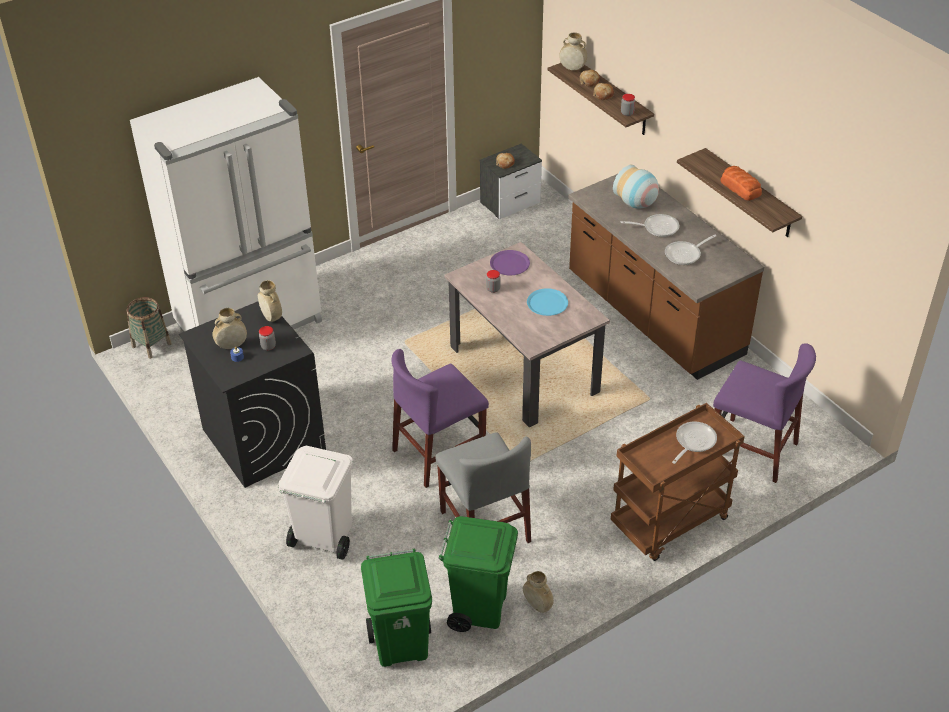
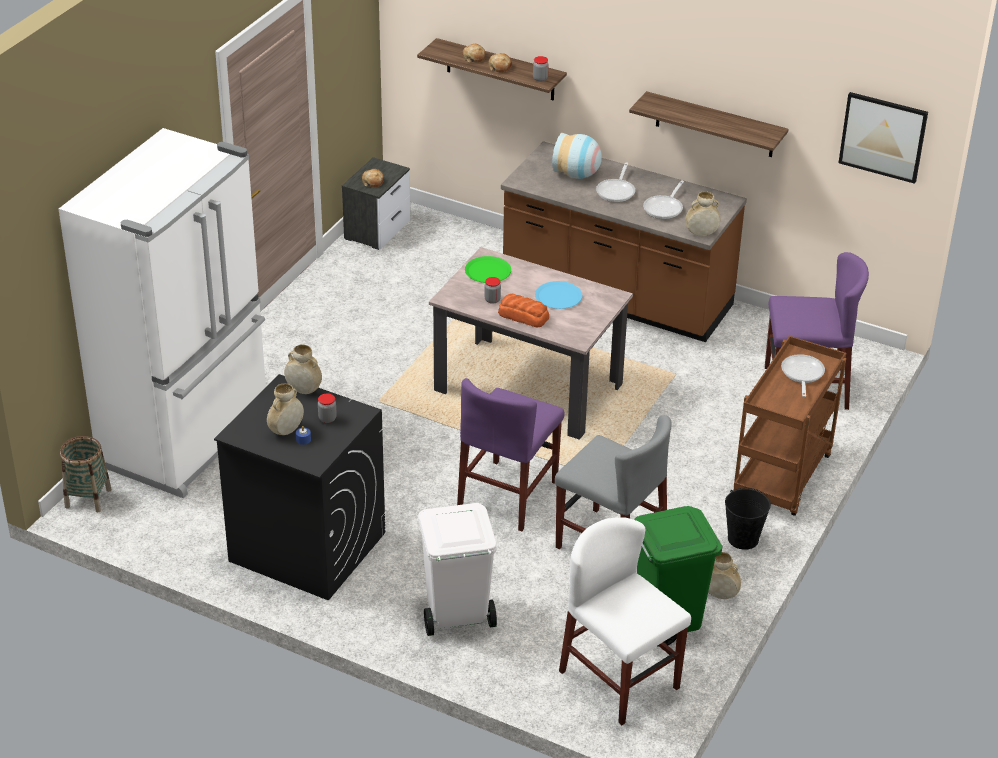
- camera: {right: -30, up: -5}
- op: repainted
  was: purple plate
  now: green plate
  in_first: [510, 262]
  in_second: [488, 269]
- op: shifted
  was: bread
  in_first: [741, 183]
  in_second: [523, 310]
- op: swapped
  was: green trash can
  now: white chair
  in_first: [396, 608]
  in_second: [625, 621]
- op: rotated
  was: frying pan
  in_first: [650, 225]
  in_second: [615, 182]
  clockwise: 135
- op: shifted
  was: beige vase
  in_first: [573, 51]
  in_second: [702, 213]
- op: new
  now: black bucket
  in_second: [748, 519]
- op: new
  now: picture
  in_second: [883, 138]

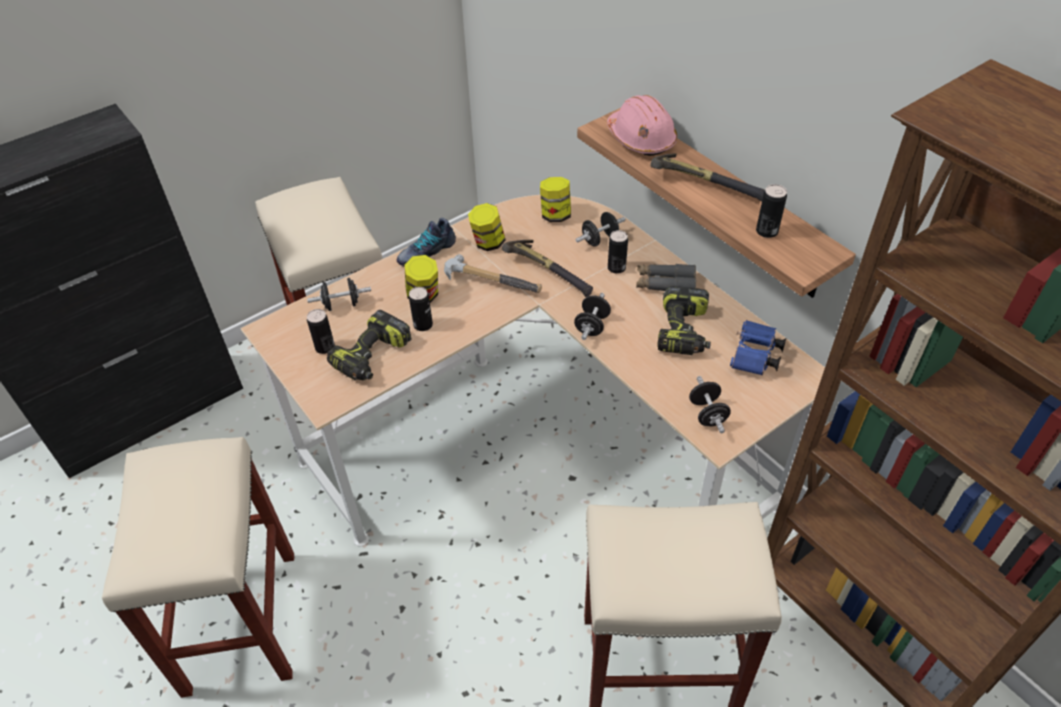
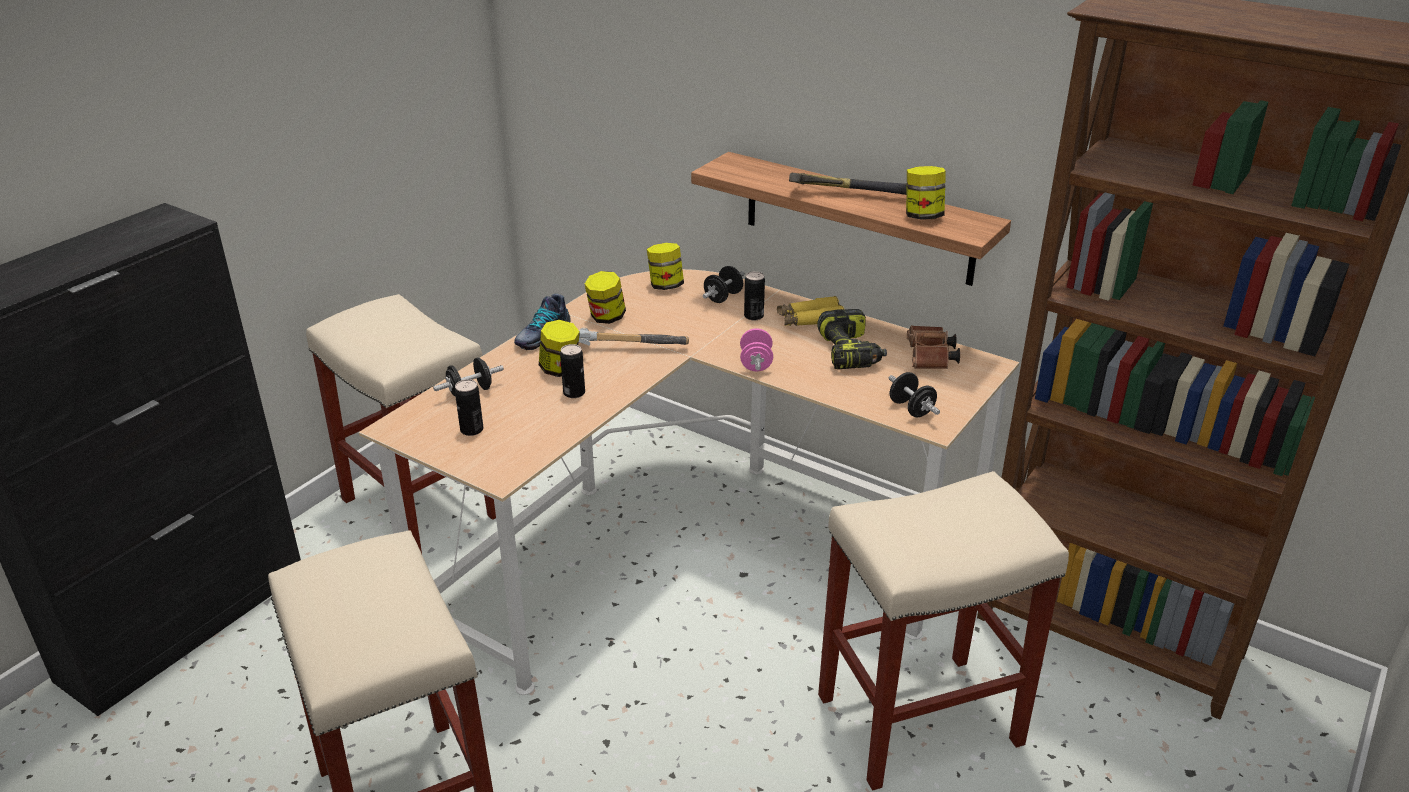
- camera: {right: -20, up: -15}
- op: repainted
  was: black dumbbell
  now: pink dumbbell
  in_first: [592, 316]
  in_second: [756, 349]
- op: repainted
  was: grey binoculars
  now: yellow binoculars
  in_first: [666, 277]
  in_second: [811, 311]
- op: swapped
  was: can
  now: jar
  in_first: [771, 211]
  in_second: [926, 193]
- op: repainted
  was: blue binoculars
  now: brown binoculars
  in_first: [758, 348]
  in_second: [933, 347]
- op: gone
  was: power drill
  in_first: [369, 345]
- op: gone
  was: hammer
  in_first: [547, 268]
- op: gone
  was: pink hard hat
  in_first: [642, 125]

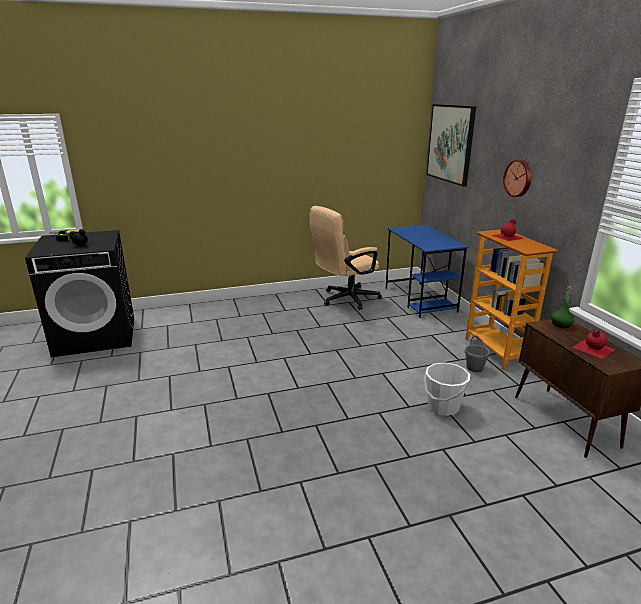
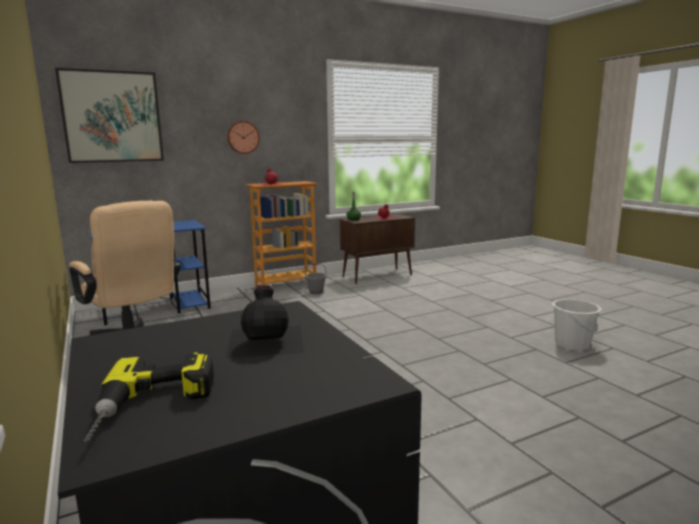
- camera: {right: -100, up: -10}
- op: shifted
  was: white bucket
  in_first: [447, 389]
  in_second: [576, 324]

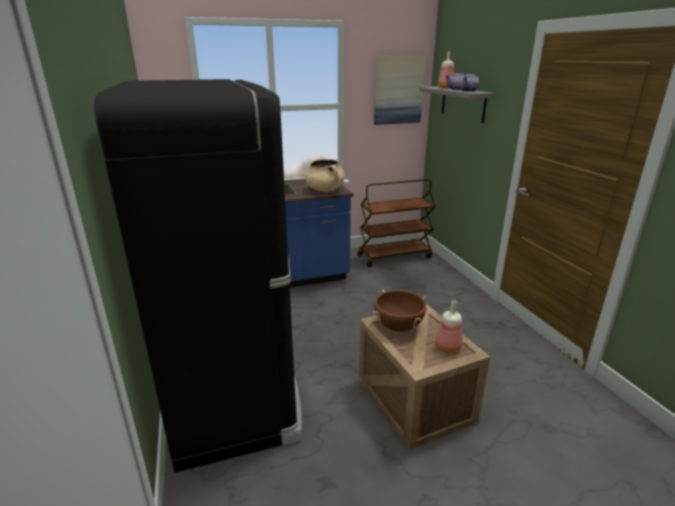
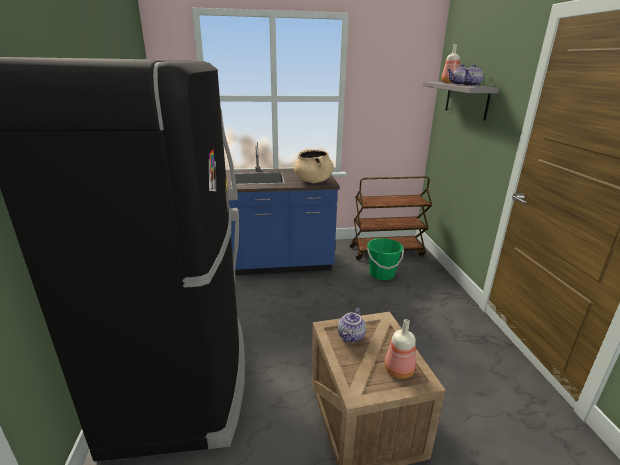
- camera: {right: 10, up: 0}
- op: swapped
  was: brown cooking pot
  now: teapot
  in_first: [400, 311]
  in_second: [352, 325]
- op: new
  now: green bucket
  in_second: [385, 259]
- op: gone
  was: picture
  in_first: [400, 90]

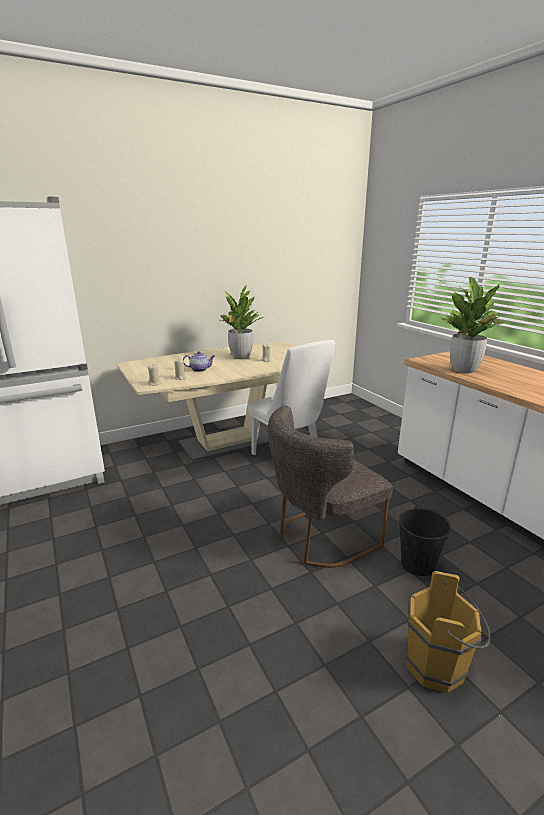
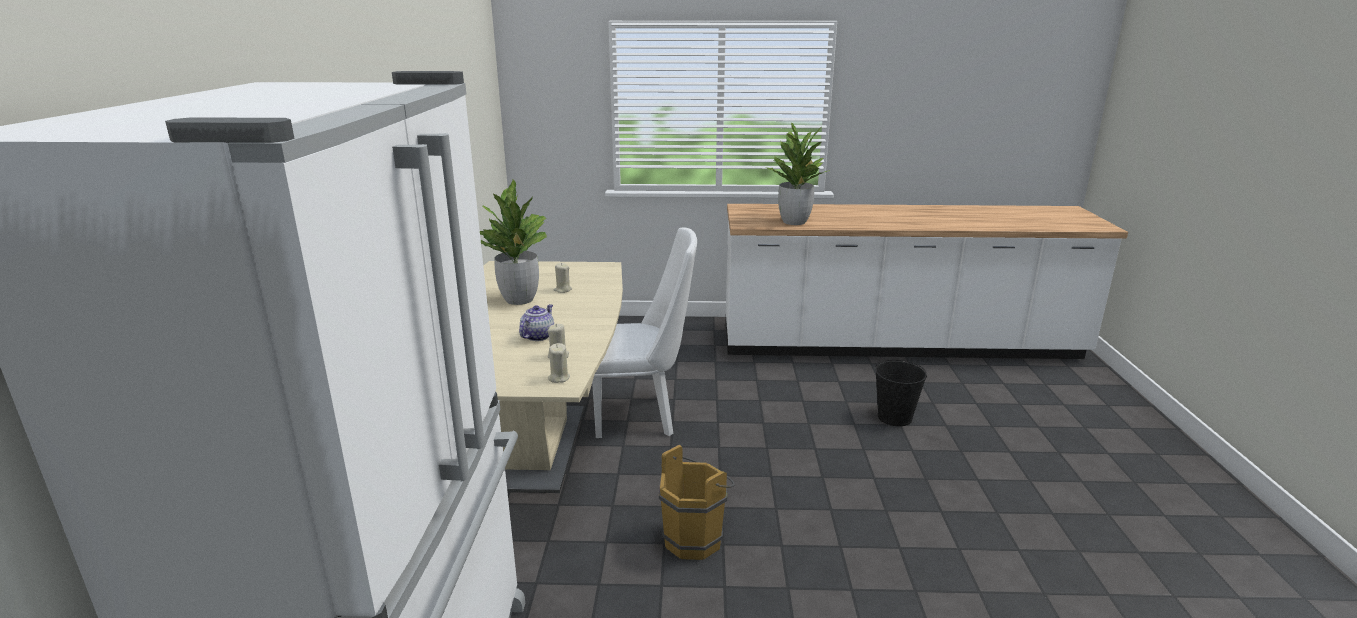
- camera: {right: -60, up: 0}
- op: shifted
  was: brown bucket
  in_first: [448, 632]
  in_second: [697, 502]
- op: gone
  was: grey chair
  in_first: [330, 487]

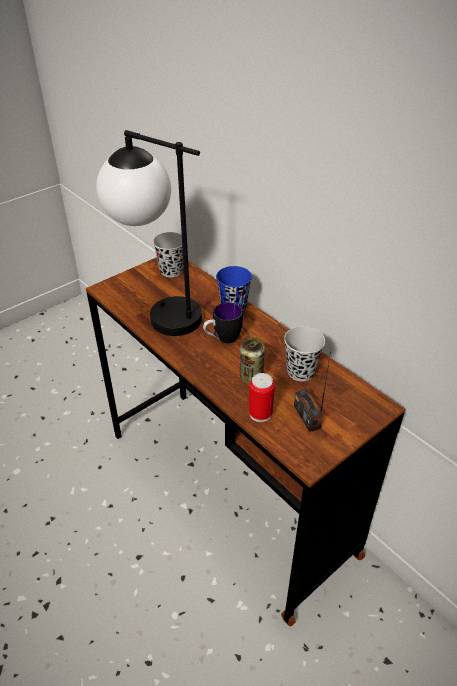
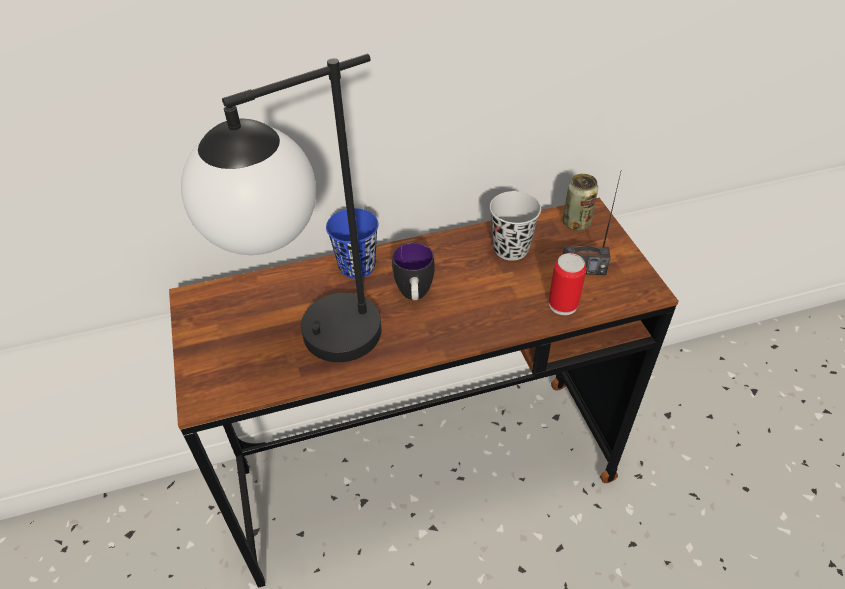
- camera: {right: -65, up: 5}
- op: shifted
  was: can
  in_first: [252, 360]
  in_second: [580, 202]
- op: gone
  was: black cup
  in_first: [168, 254]

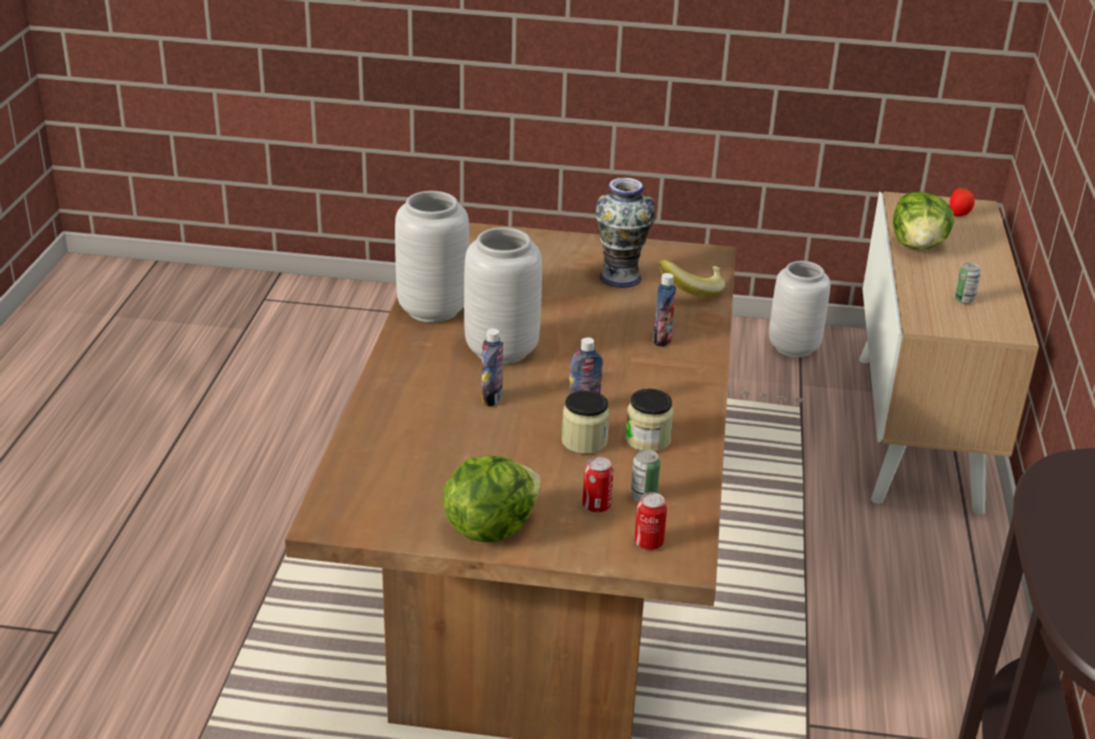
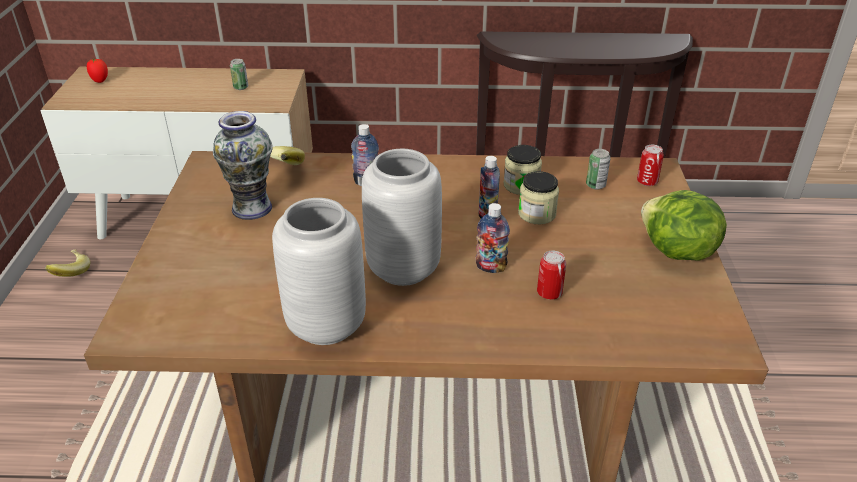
- camera: {right: -95, up: 5}
- op: swapped
  was: grey vase
  now: banana
  in_first: [799, 309]
  in_second: [67, 263]
- op: shifted
  was: can
  in_first: [598, 484]
  in_second: [551, 275]
- op: gone
  was: lettuce
  in_first: [923, 220]

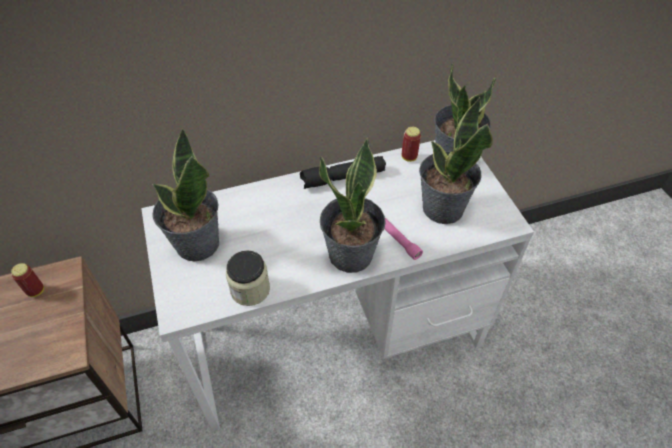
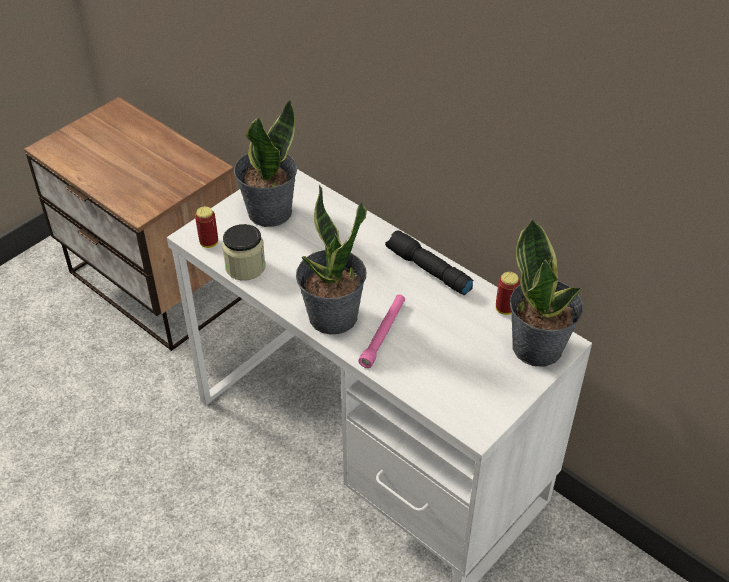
- camera: {right: 60, up: -5}
- op: shifted
  was: can
  in_first: [27, 280]
  in_second: [206, 227]
- op: gone
  was: potted plant
  in_first: [456, 160]

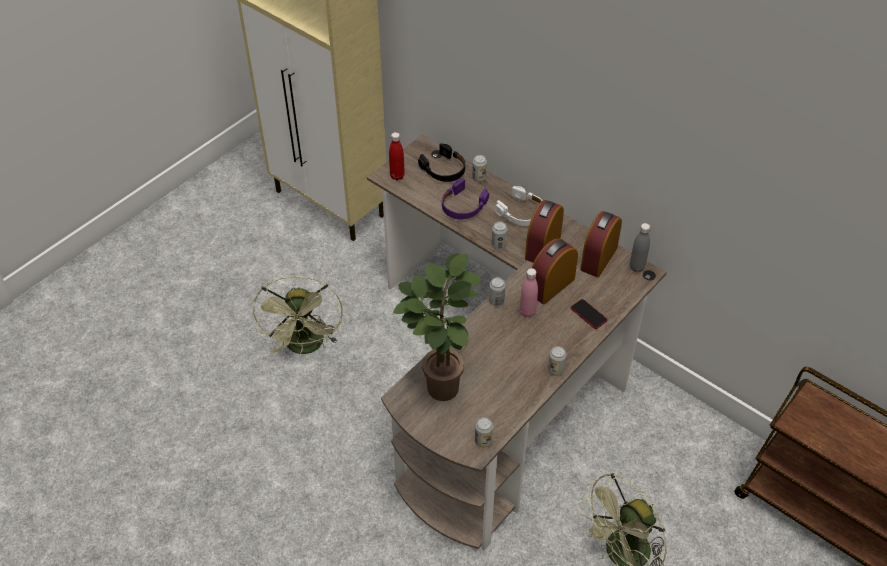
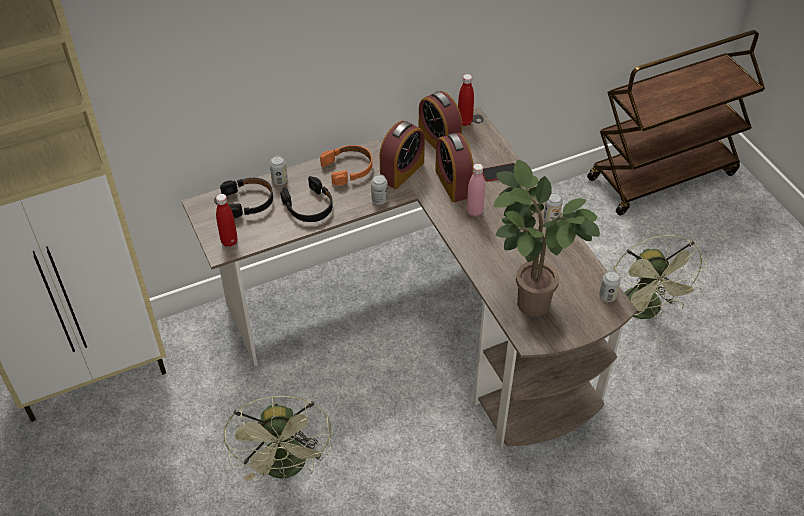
- camera: {right: -65, up: 0}
- op: rotated
  was: green fan
  in_first: [298, 315]
  in_second: [278, 439]
  clockwise: 60
- op: repainted
  was: purple headphones
  now: black headphones
  in_first: [465, 199]
  in_second: [306, 199]
- op: repainted
  was: white headphones
  now: orange headphones
  in_first: [518, 206]
  in_second: [346, 165]
- op: rotated
  was: alarm clock
  in_first: [544, 231]
  in_second: [402, 155]
  clockwise: -105
- op: repainted
  was: grey bottle
  now: red bottle
  in_first: [640, 247]
  in_second: [466, 100]
- op: gone
  was: can
  in_first: [497, 291]

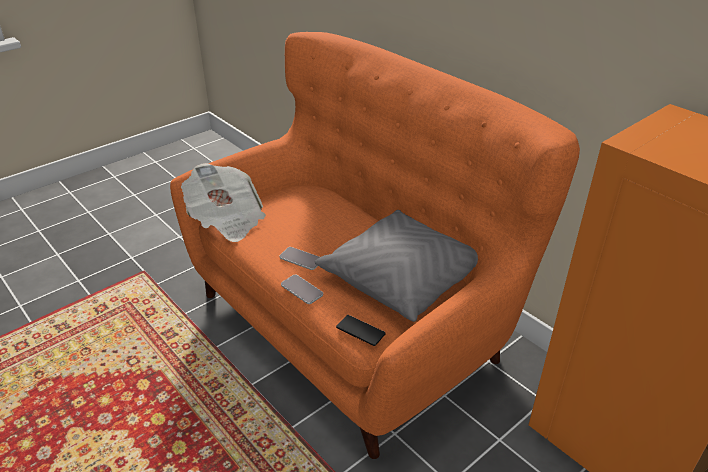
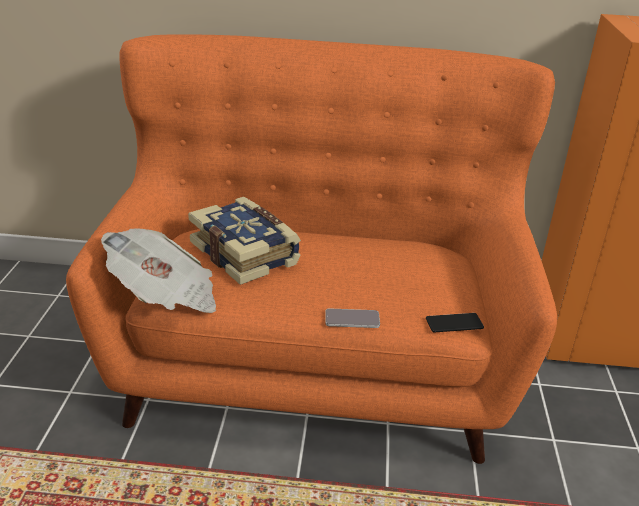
- camera: {right: -45, up: -5}
- op: new
  now: book
  in_second: [244, 241]
- op: gone
  was: phone
  in_first: [299, 258]
- op: gone
  was: grey pillow
  in_first: [396, 266]

